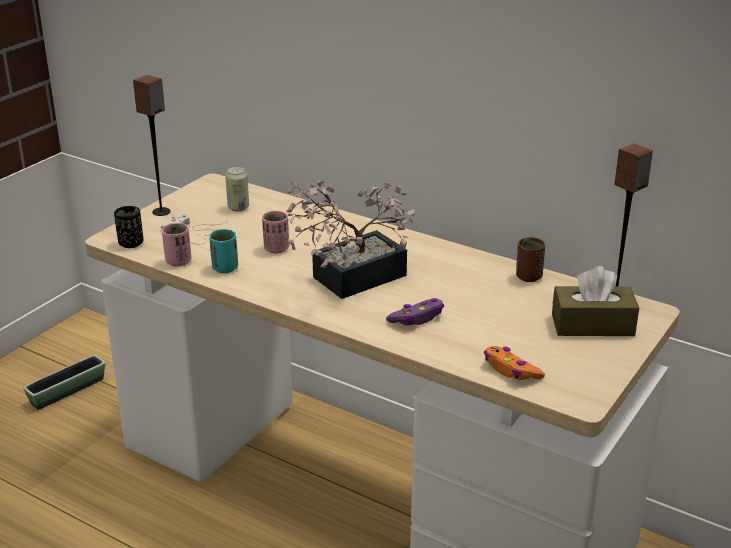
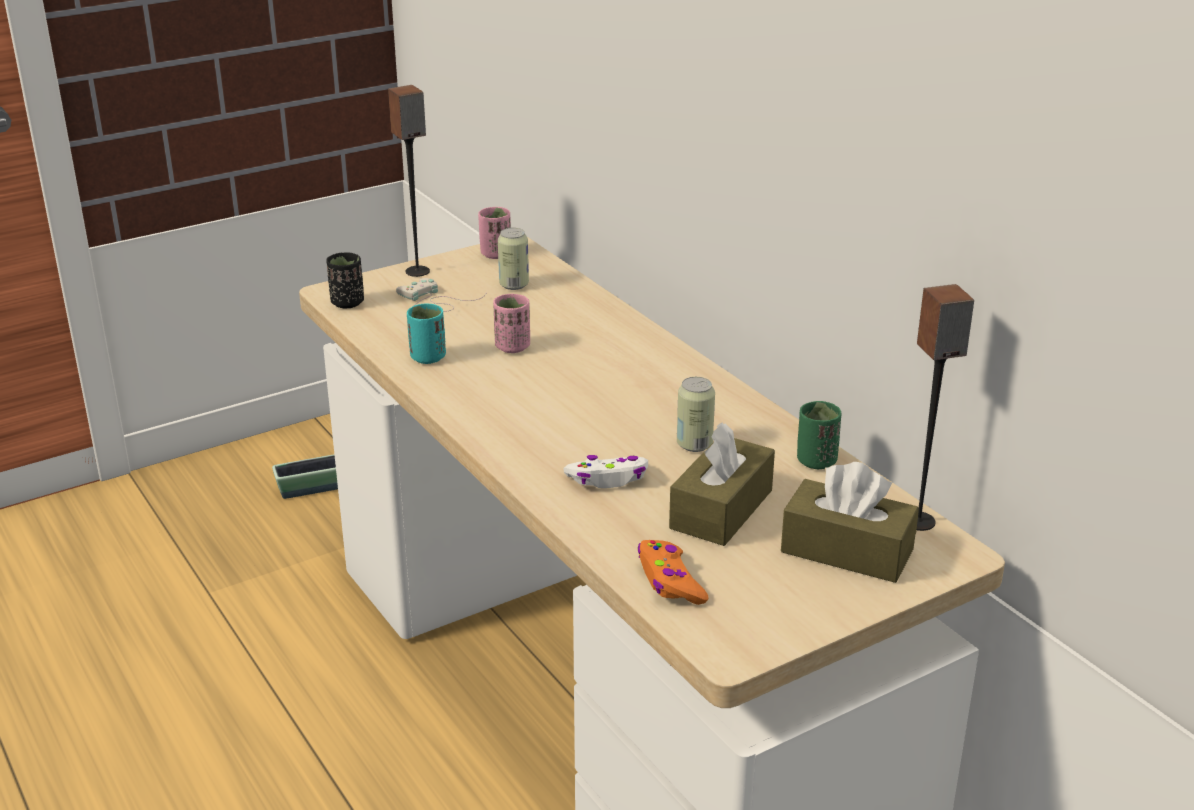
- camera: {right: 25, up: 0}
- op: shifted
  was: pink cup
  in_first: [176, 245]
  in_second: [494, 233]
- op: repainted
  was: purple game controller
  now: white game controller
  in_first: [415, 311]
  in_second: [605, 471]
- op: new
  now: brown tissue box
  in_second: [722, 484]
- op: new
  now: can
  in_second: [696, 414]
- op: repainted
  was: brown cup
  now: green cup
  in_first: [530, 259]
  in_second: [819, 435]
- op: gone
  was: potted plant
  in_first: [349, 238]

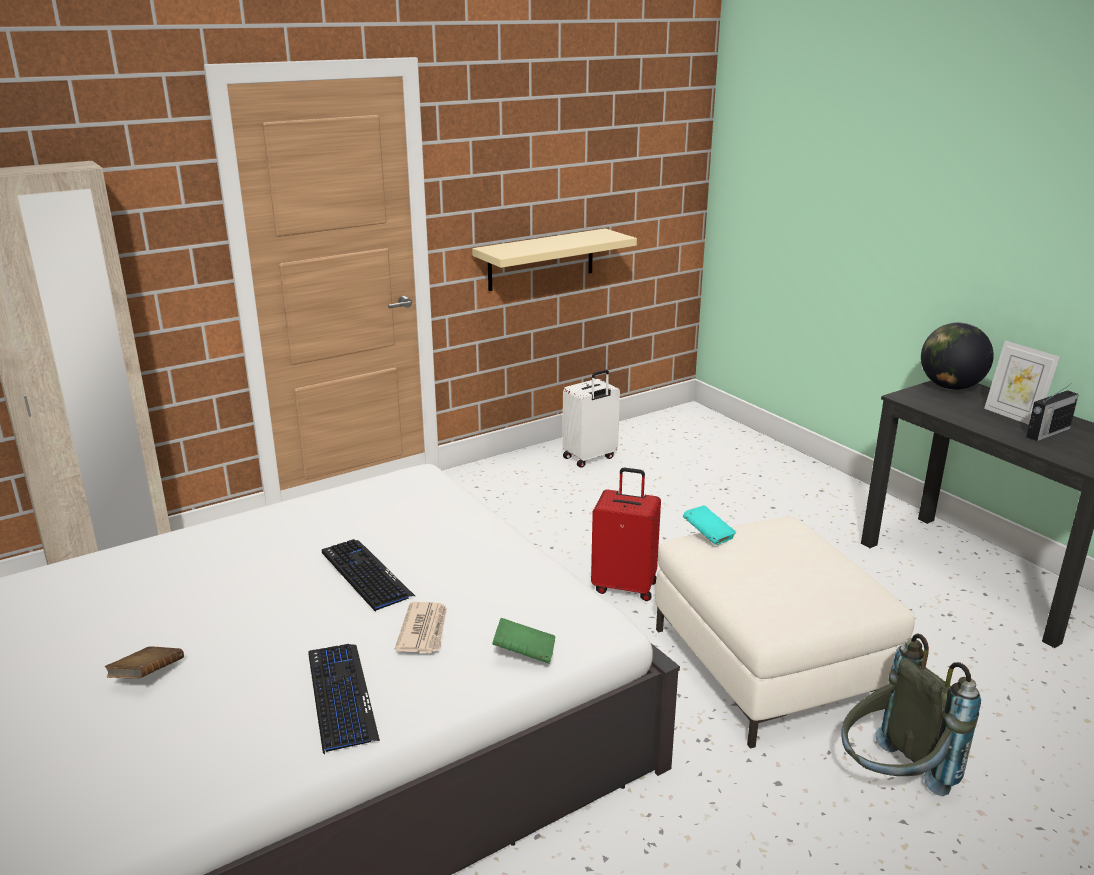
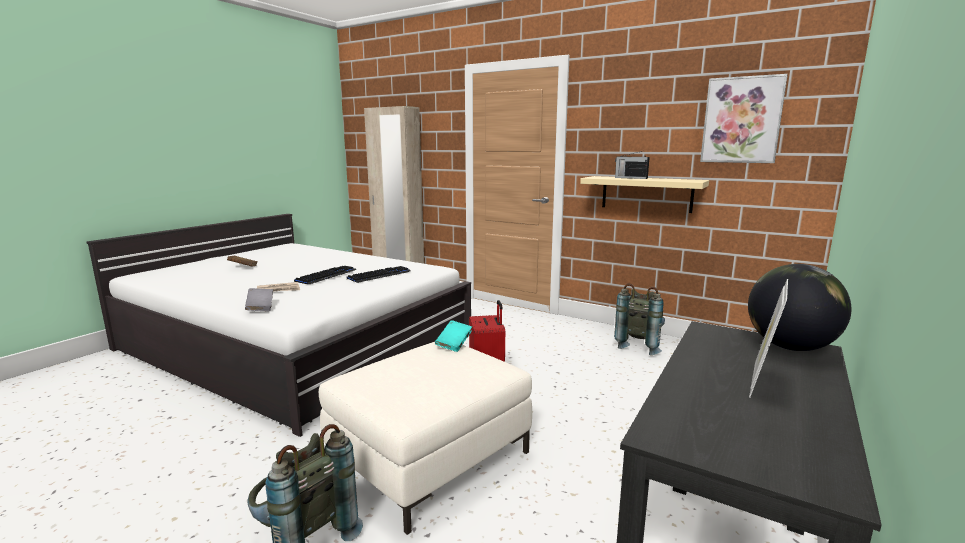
- camera: {right: 65, up: -10}
- op: repainted
  was: green book
  now: grey book
  in_first: [523, 641]
  in_second: [259, 299]
- op: shifted
  was: keyboard
  in_first: [344, 699]
  in_second: [378, 274]
- op: swapped
  was: white suitcase
  now: grey backpack
  in_first: [591, 418]
  in_second: [639, 319]
- op: shifted
  was: radio
  in_first: [1052, 412]
  in_second: [632, 165]
- op: new
  now: picture
  in_second: [744, 118]

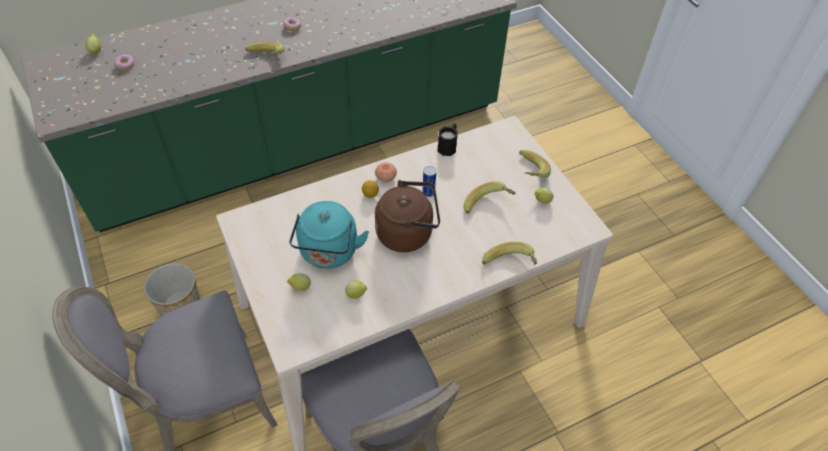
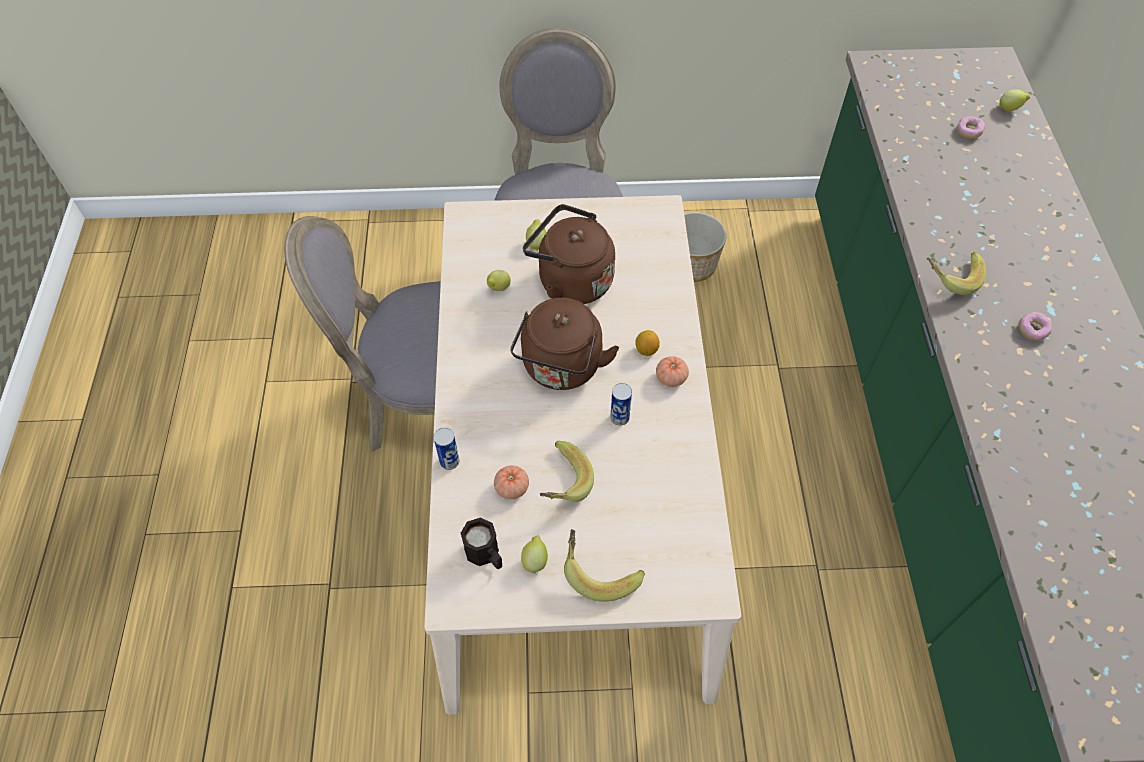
- camera: {right: 115, up: 5}
- op: swapped
  was: banana
  now: can
  in_first: [509, 253]
  in_second: [446, 449]
- op: shifted
  was: black mug
  in_first: [448, 139]
  in_second: [481, 543]
- op: new
  now: tomato
  in_second: [511, 482]
- op: repainted
  was: turquoise kettle
  now: brown kettle
  in_first: [329, 235]
  in_second: [569, 254]

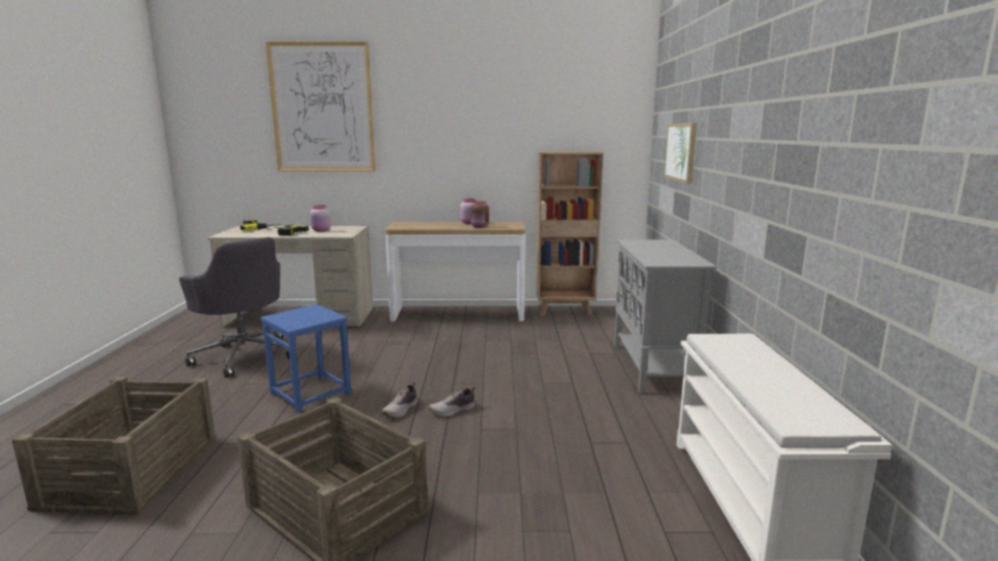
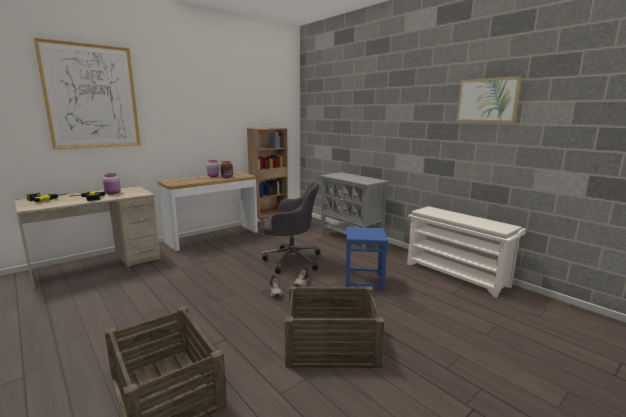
- camera: {right: -40, up: 0}
- op: shifted
  was: grey office chair
  in_first: [234, 307]
  in_second: [291, 227]
- op: shifted
  was: blue stool
  in_first: [305, 358]
  in_second: [367, 258]
- op: shifted
  was: picture
  in_first: [680, 153]
  in_second: [489, 99]

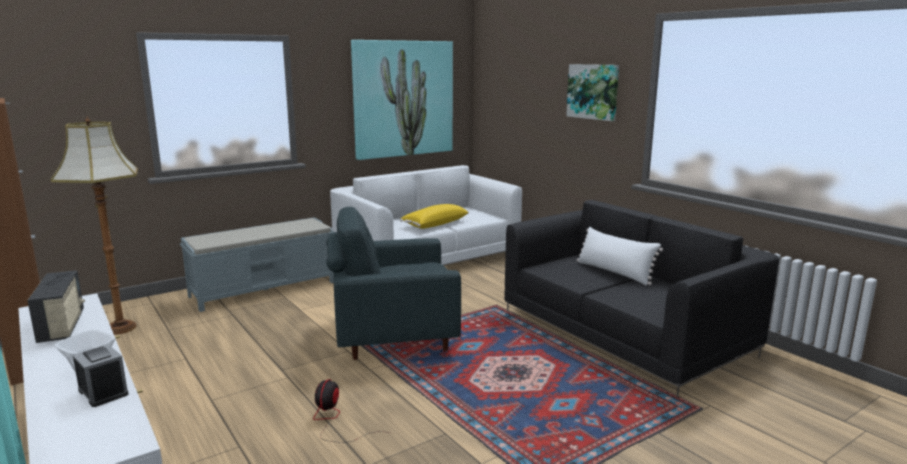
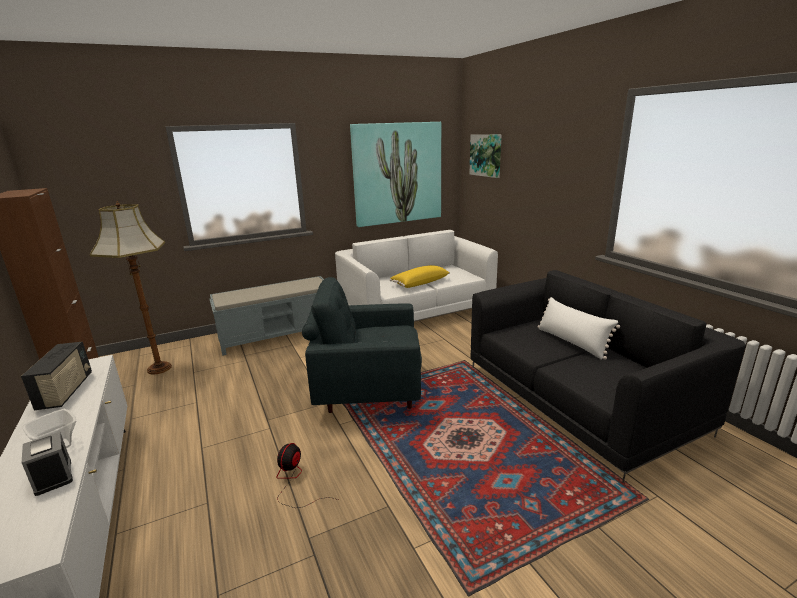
- camera: {right: 10, up: 5}
- op: shifted
  was: picture
  in_first: [592, 92]
  in_second: [486, 156]

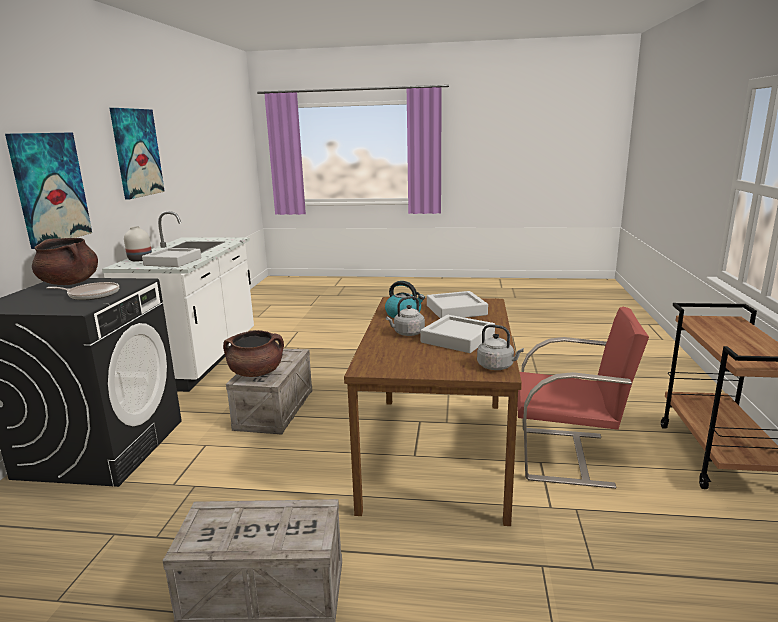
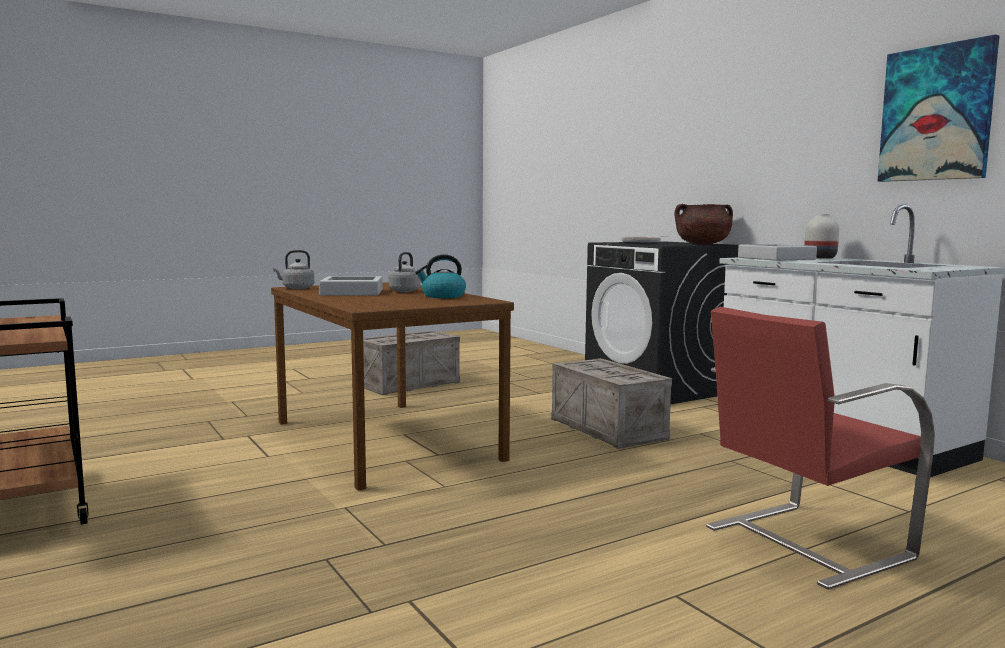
- camera: {right: 140, up: -10}
- op: shifted
  was: red chair
  in_first: [583, 398]
  in_second: [820, 448]
- op: gone
  was: picture
  in_first: [48, 190]
- op: gone
  was: brown cooking pot
  in_first: [253, 353]
- op: gone
  was: grey tray
  in_first: [457, 304]

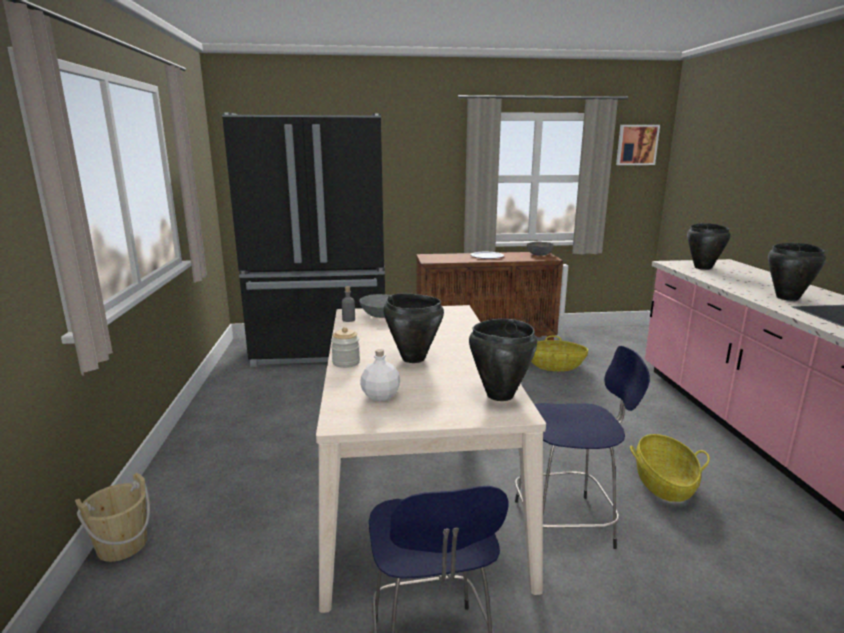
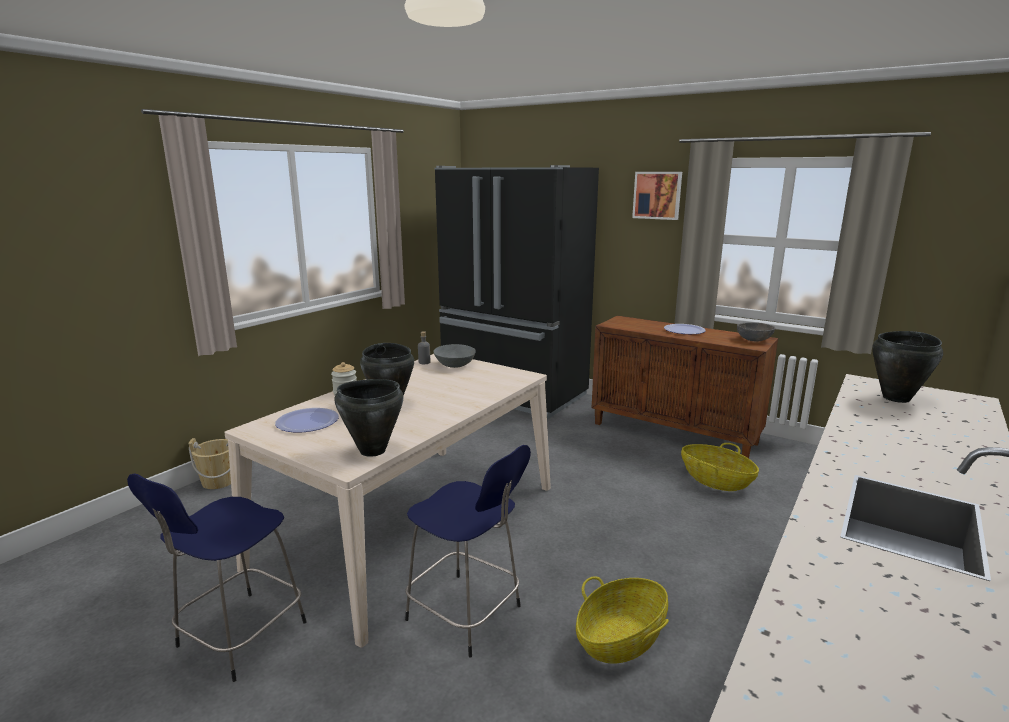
- camera: {right: 40, up: 0}
- op: swapped
  was: white bottle
  now: plate
  in_first: [380, 375]
  in_second: [307, 420]
- op: shifted
  was: picture
  in_first: [638, 145]
  in_second: [657, 196]
- op: gone
  was: black cooking pot
  in_first: [797, 272]

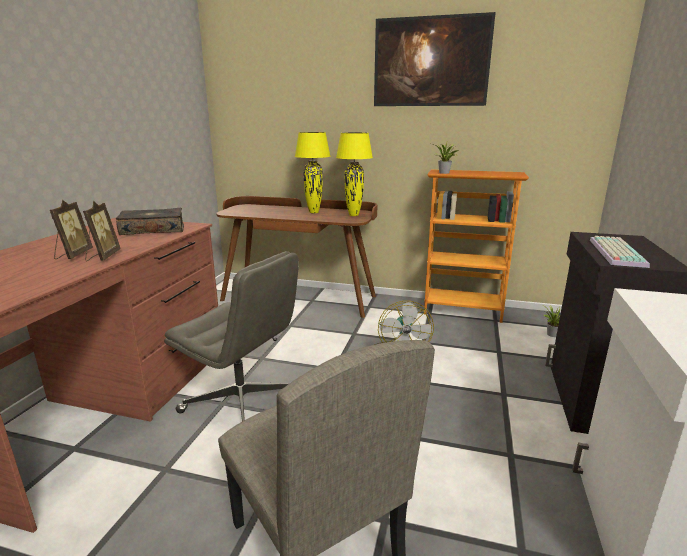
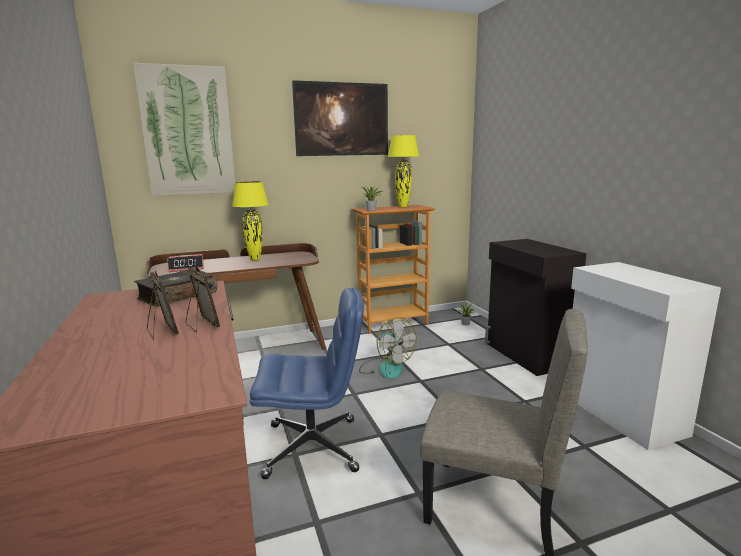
- camera: {right: -35, up: -5}
- op: new
  now: picture
  in_second: [184, 129]
- op: new
  now: alarm clock
  in_second: [185, 263]
- op: repainted
  was: grey office chair
  now: blue office chair
  in_first: [231, 336]
  in_second: [307, 383]
- op: shifted
  was: yellow table lamp
  in_first: [354, 174]
  in_second: [403, 171]
- op: gone
  was: keyboard
  in_first: [620, 252]

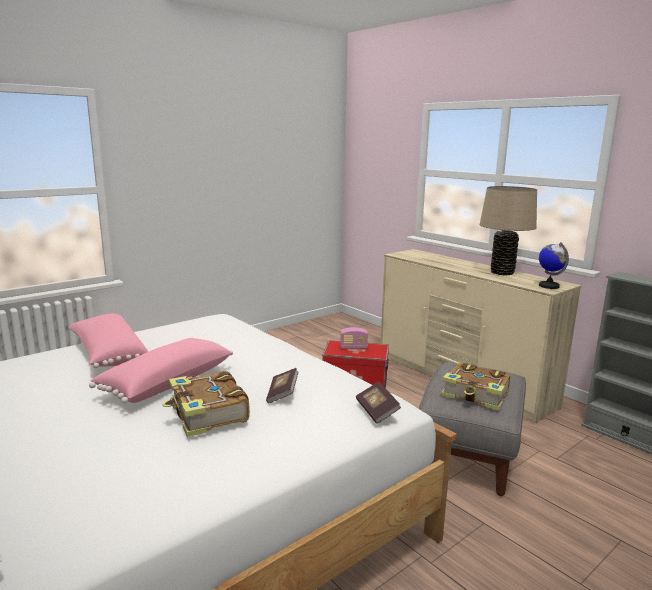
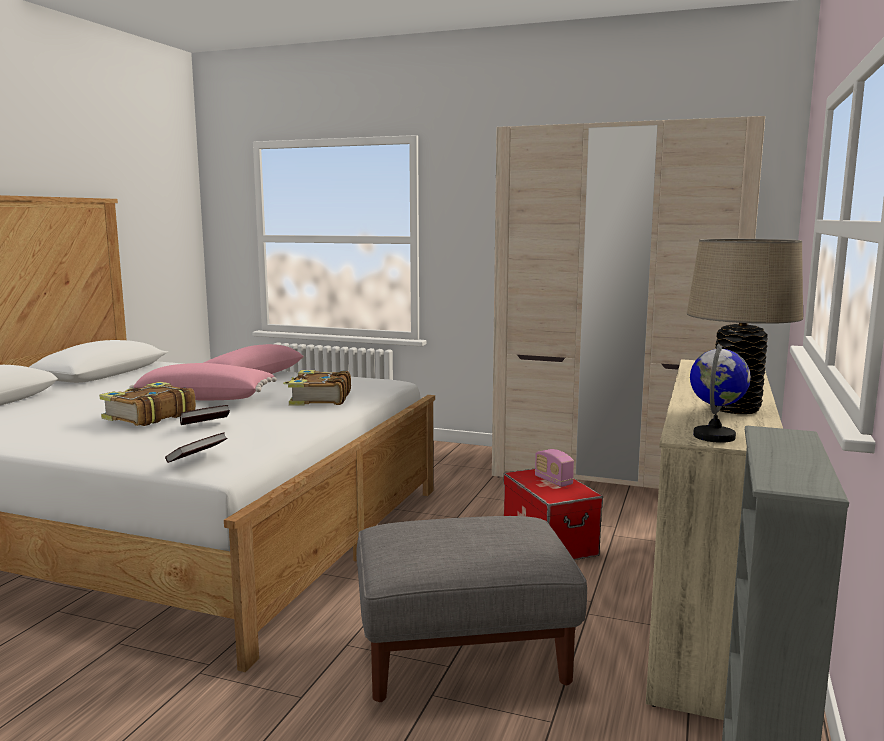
- camera: {right: 60, up: -5}
- op: shifted
  was: book
  in_first: [475, 386]
  in_second: [317, 388]
- op: new
  now: beige wardrobe
  in_second: [628, 302]

